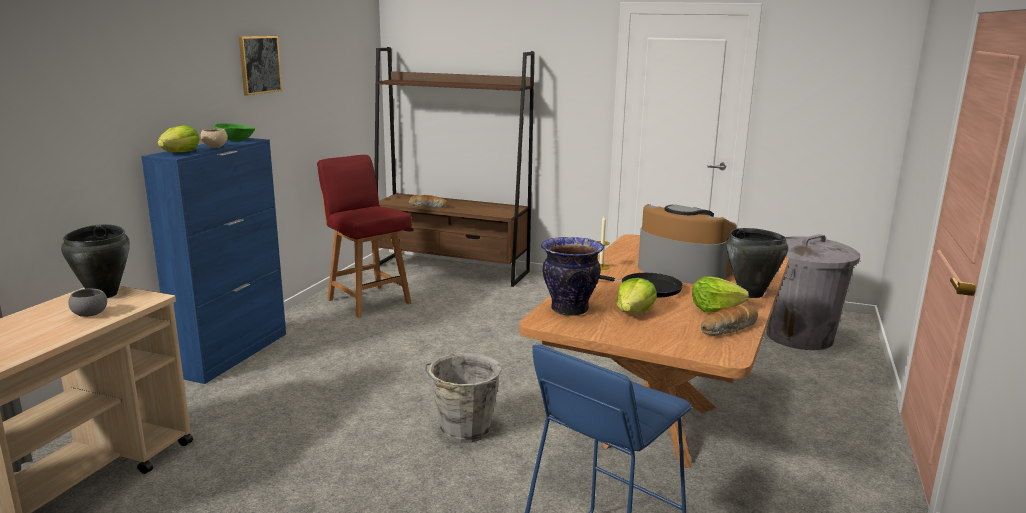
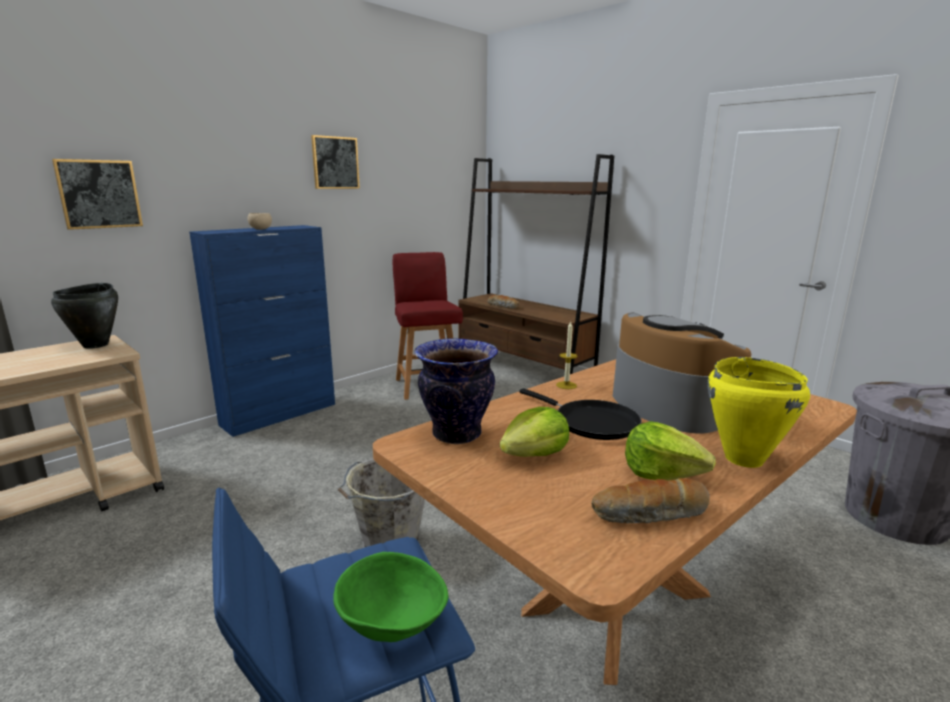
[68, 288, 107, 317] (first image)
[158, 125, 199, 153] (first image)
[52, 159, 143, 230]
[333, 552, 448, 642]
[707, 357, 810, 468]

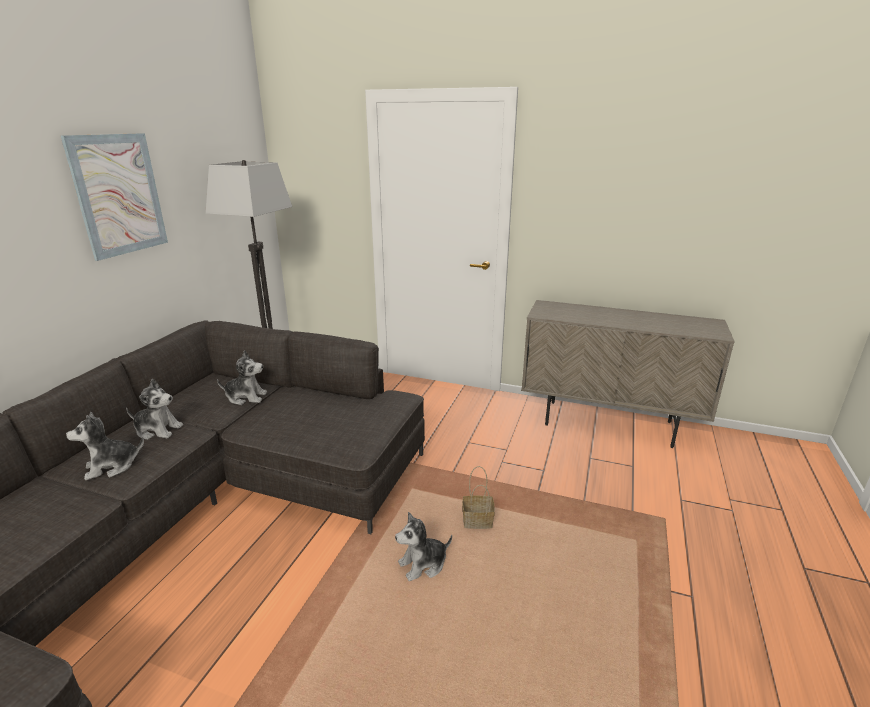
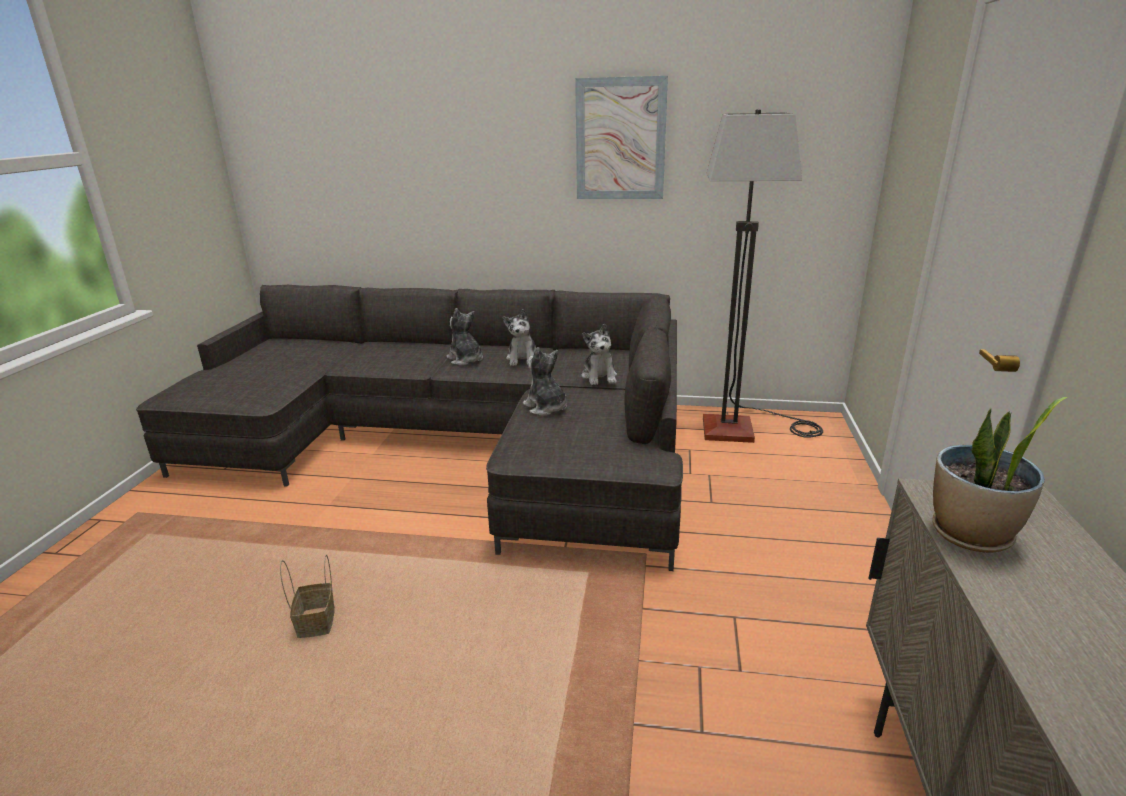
[932, 397, 1067, 553]
[523, 347, 567, 416]
[280, 555, 335, 638]

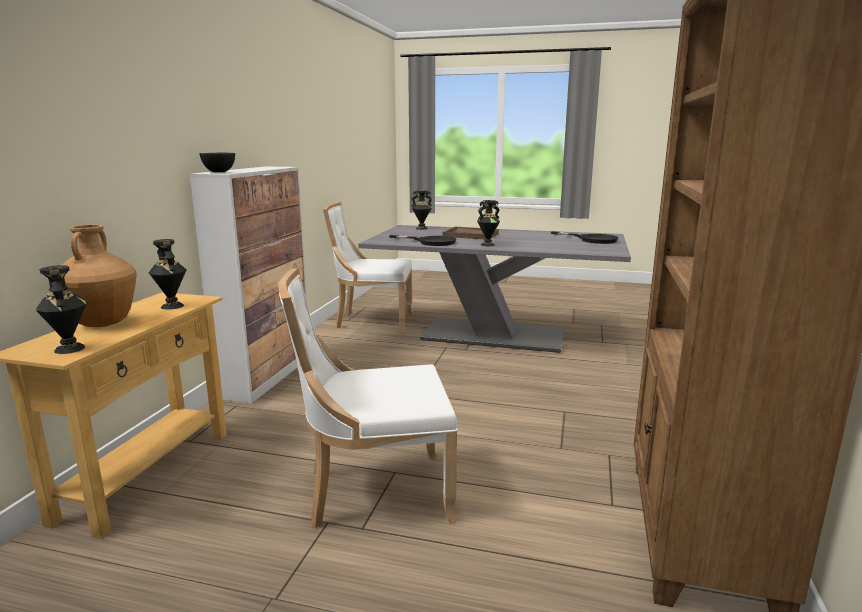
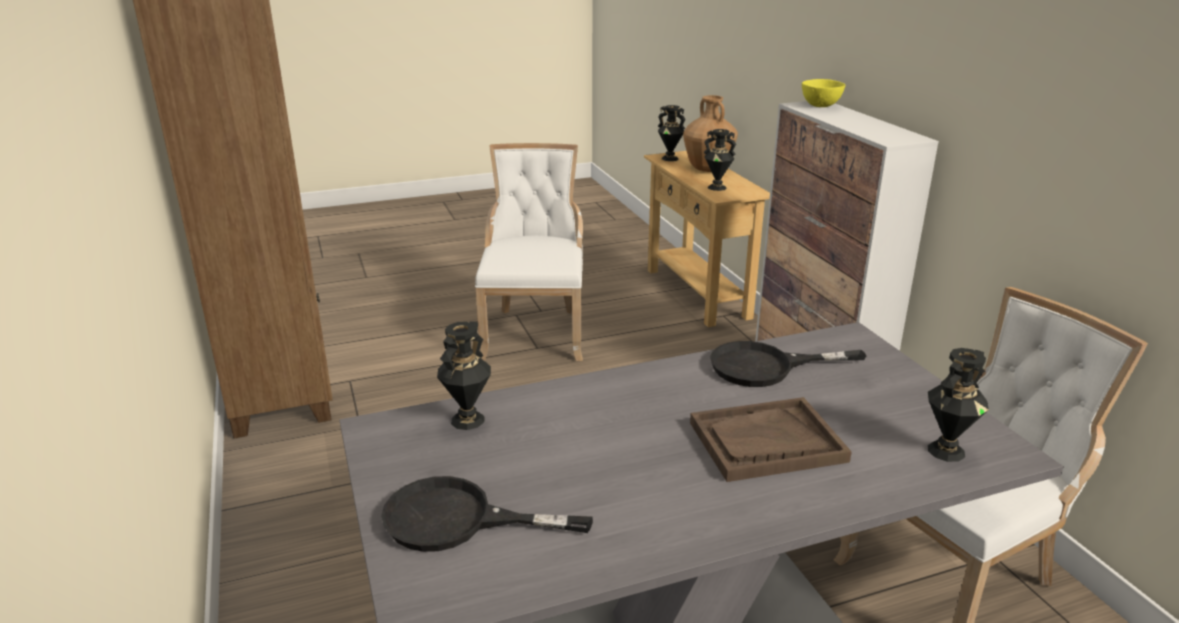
[437, 322, 491, 430]
[802, 79, 846, 107]
[475, 143, 583, 361]

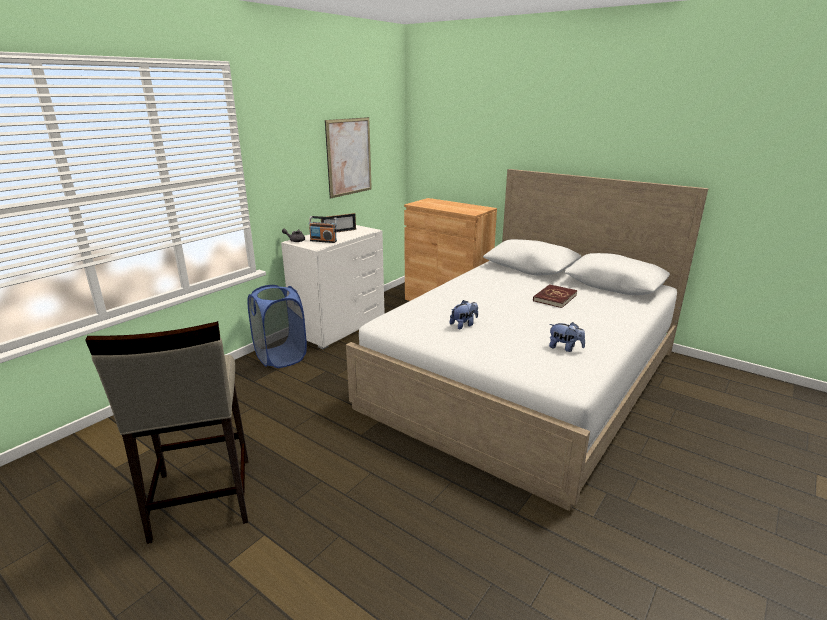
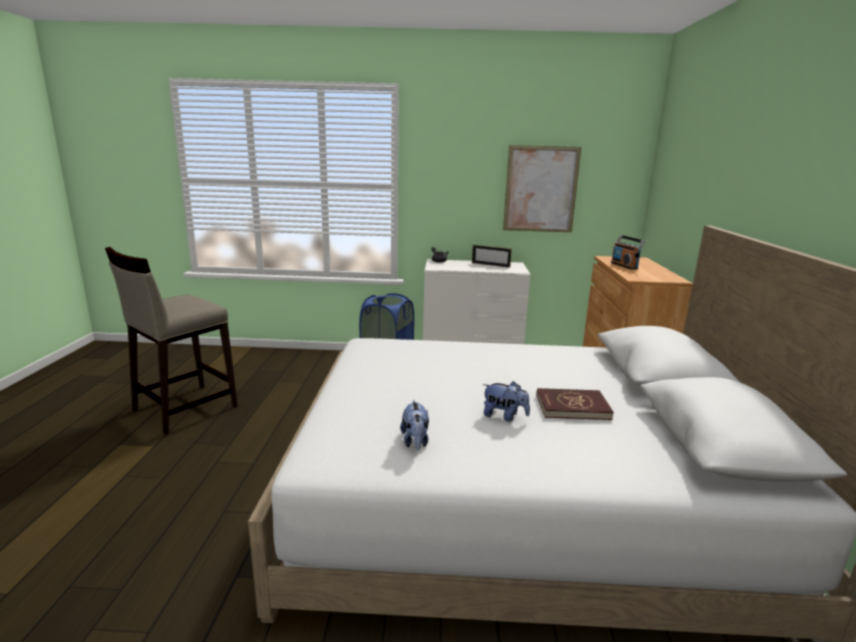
[611, 235, 645, 269]
[483, 381, 530, 422]

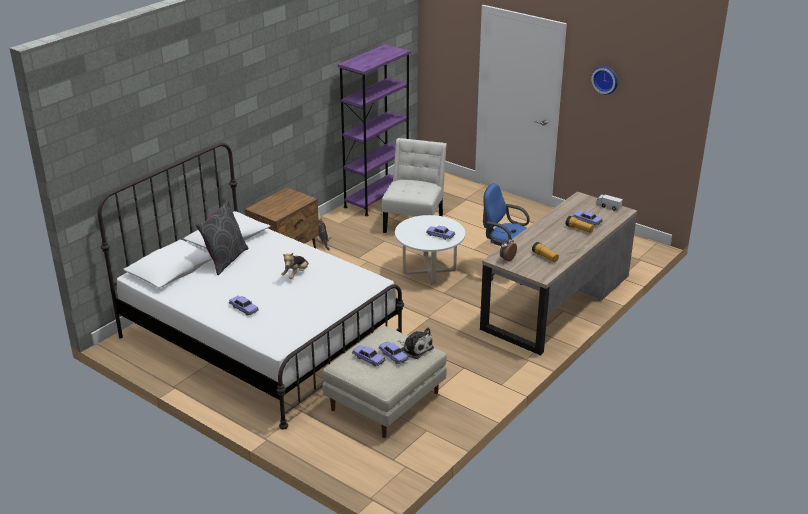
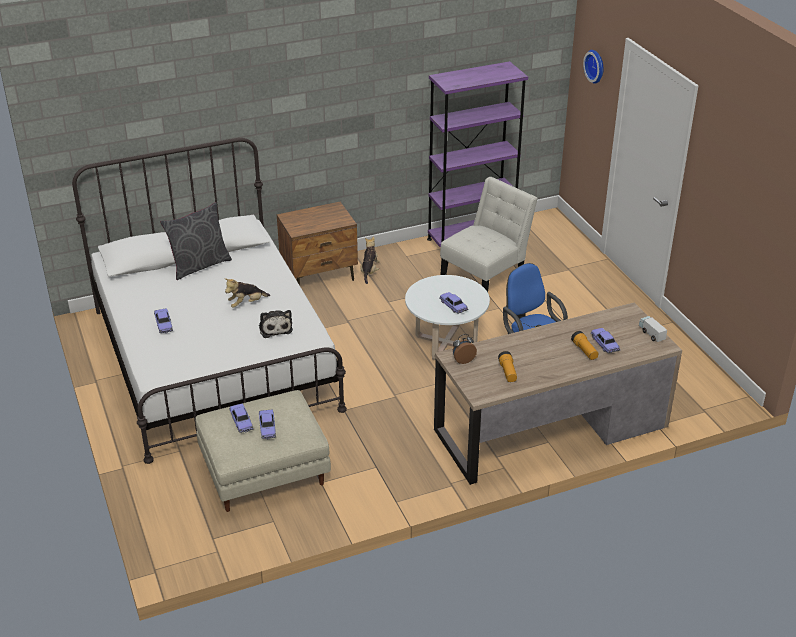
[259, 310, 293, 338]
[583, 50, 604, 84]

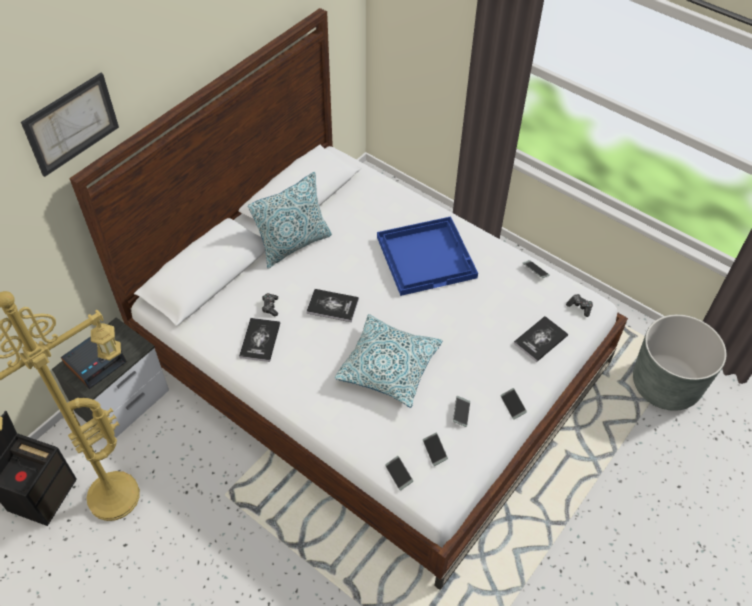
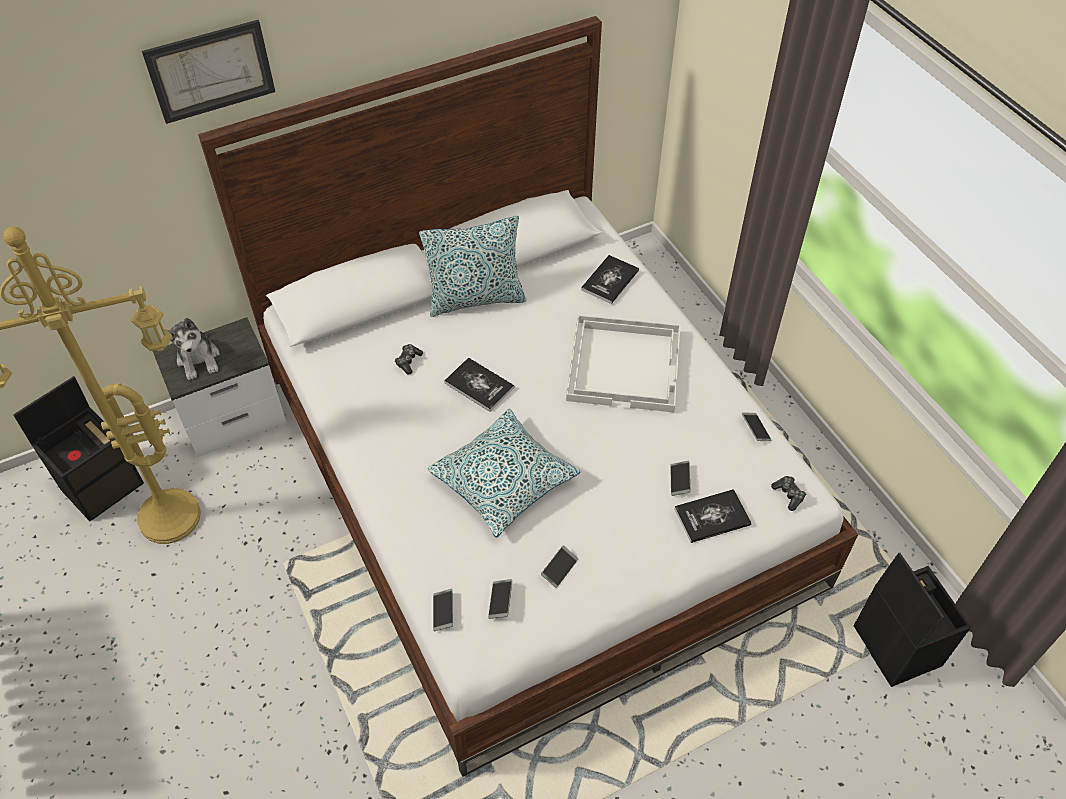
[581, 255, 639, 304]
[670, 461, 691, 496]
[167, 318, 220, 380]
[854, 553, 971, 687]
[566, 315, 680, 412]

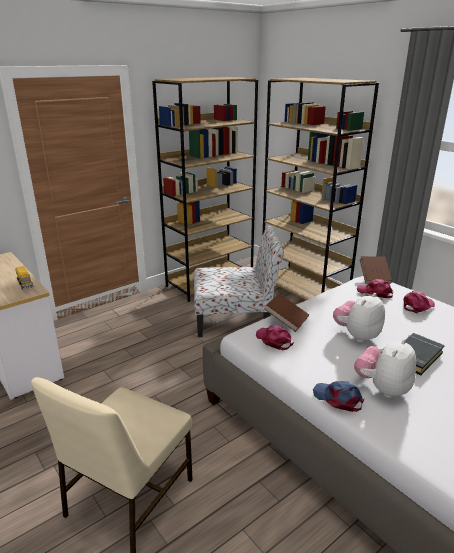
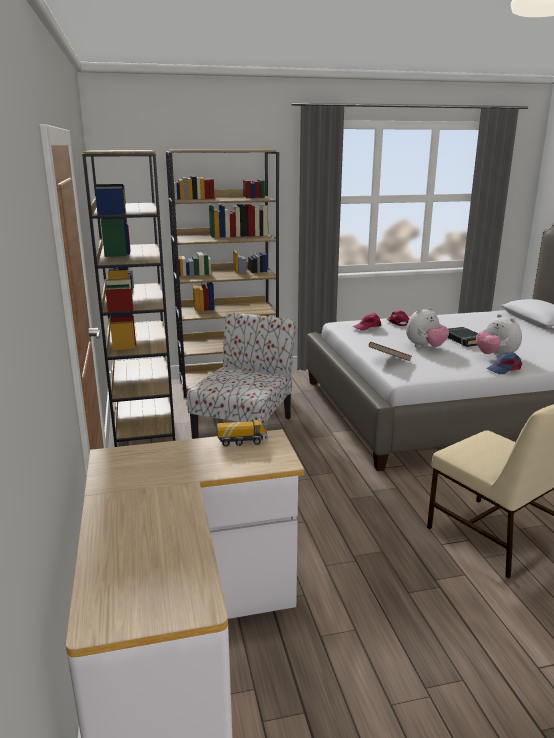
[256, 325, 294, 350] (first image)
[360, 256, 392, 284] (first image)
[406, 307, 449, 348]

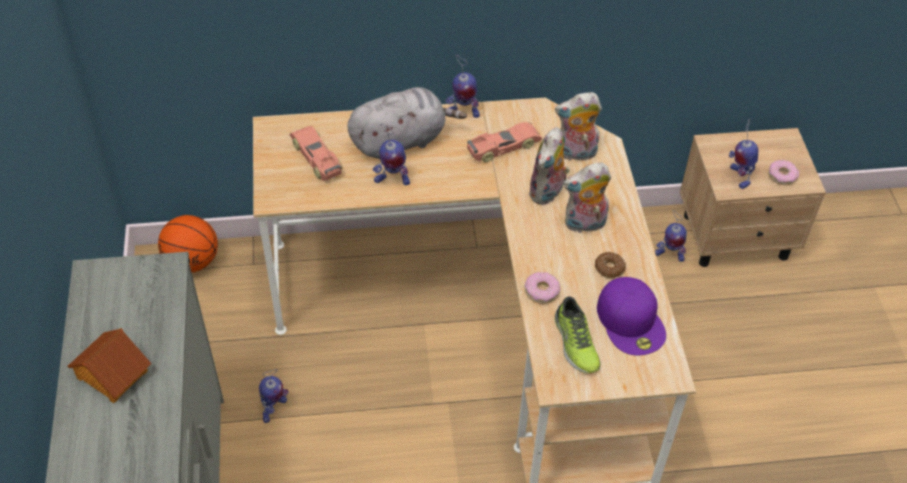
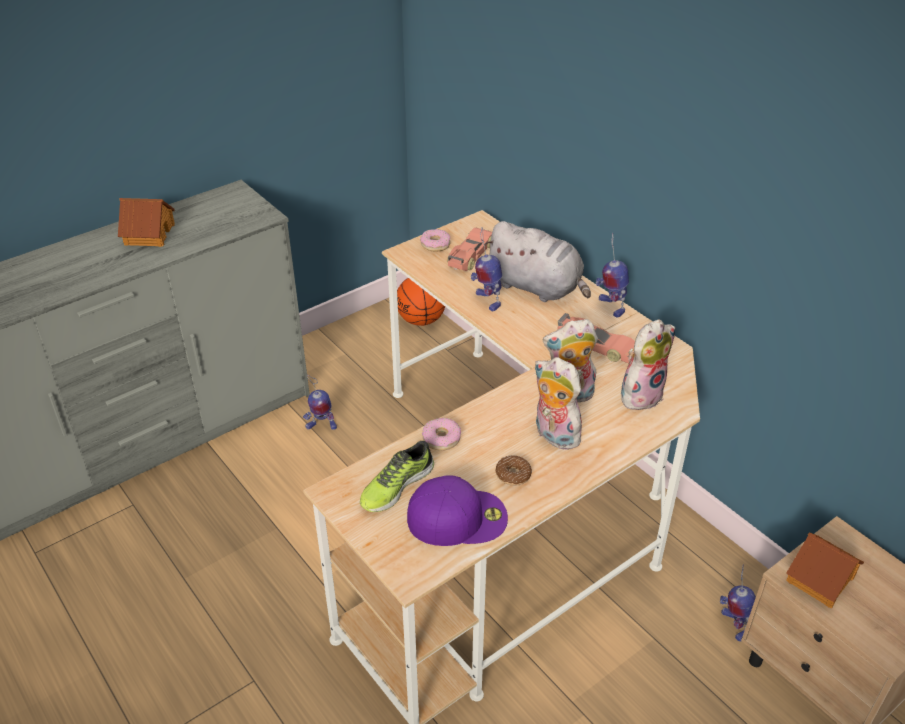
[420, 229, 451, 252]
[786, 532, 864, 608]
[621, 319, 675, 410]
[407, 475, 508, 546]

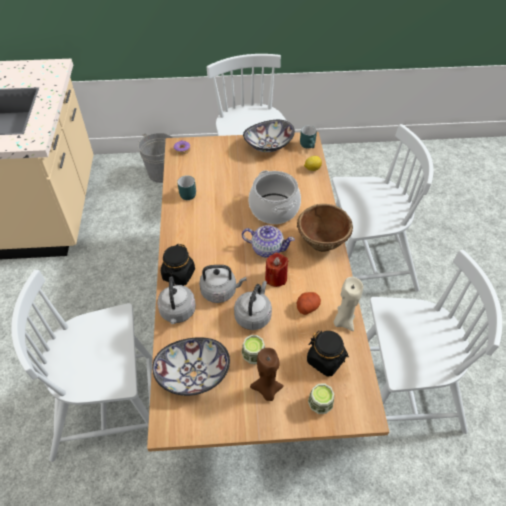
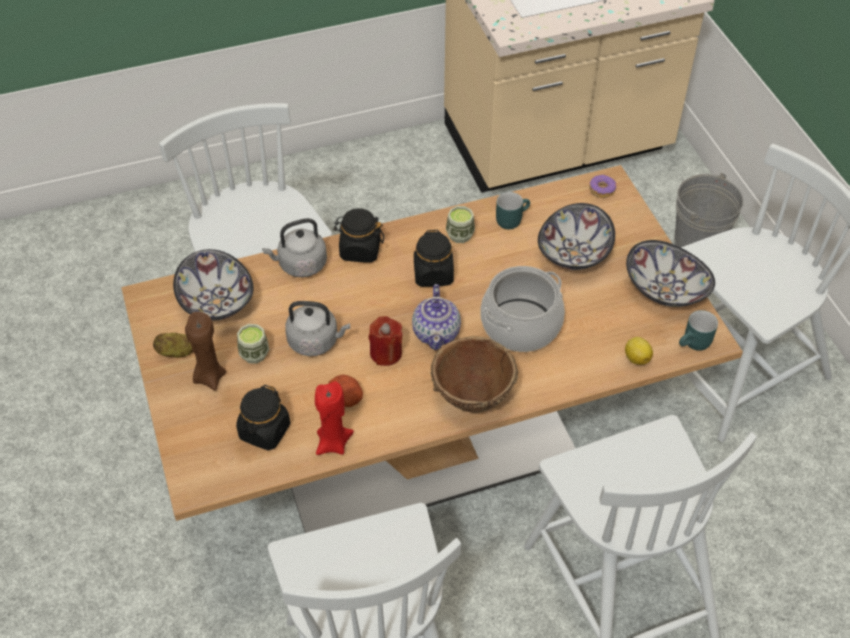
[199, 265, 246, 303] (first image)
[153, 333, 193, 358]
[414, 230, 454, 287]
[538, 203, 615, 270]
[446, 206, 475, 243]
[315, 381, 354, 455]

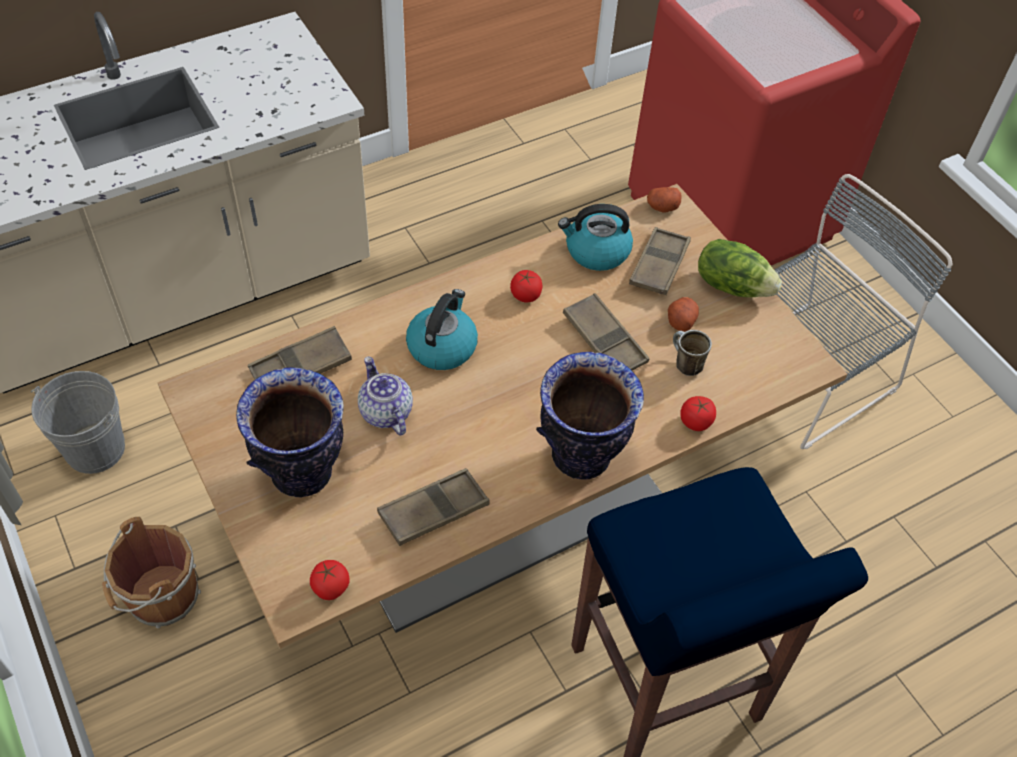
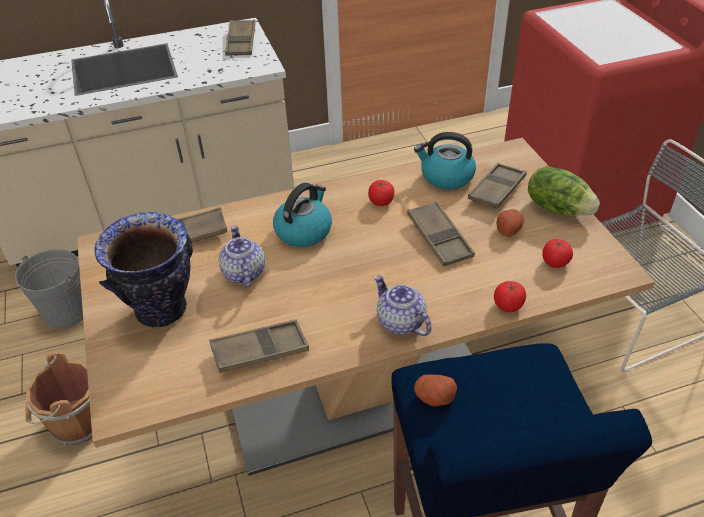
[673, 330, 712, 376] (first image)
[225, 19, 255, 56]
[542, 239, 573, 268]
[414, 375, 457, 406]
[374, 275, 432, 336]

